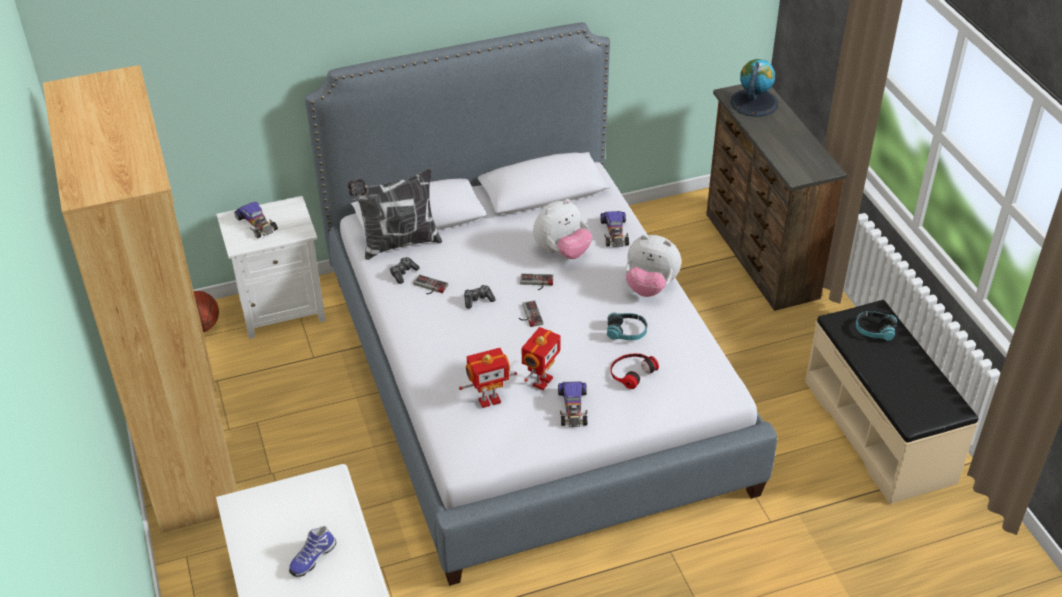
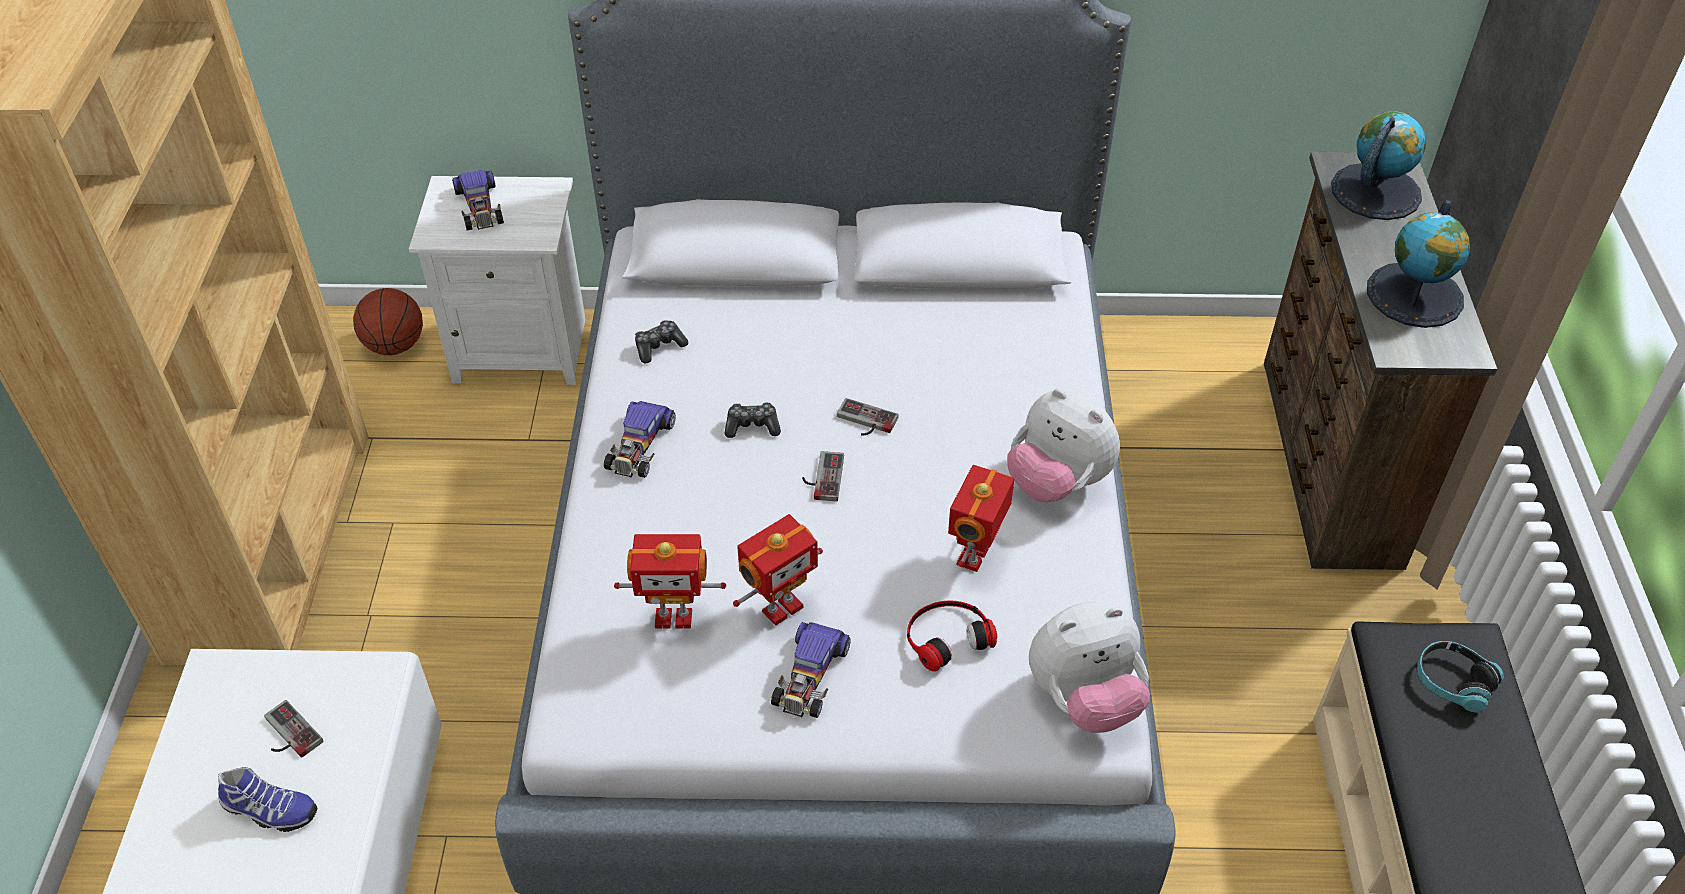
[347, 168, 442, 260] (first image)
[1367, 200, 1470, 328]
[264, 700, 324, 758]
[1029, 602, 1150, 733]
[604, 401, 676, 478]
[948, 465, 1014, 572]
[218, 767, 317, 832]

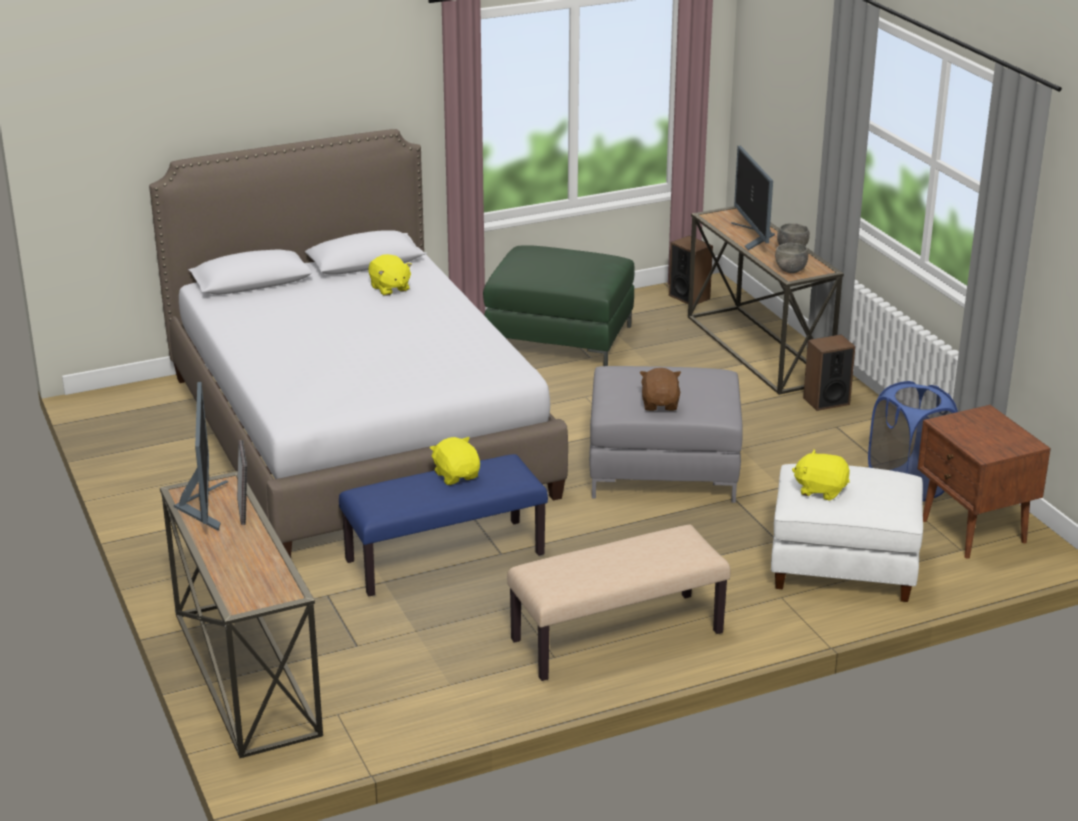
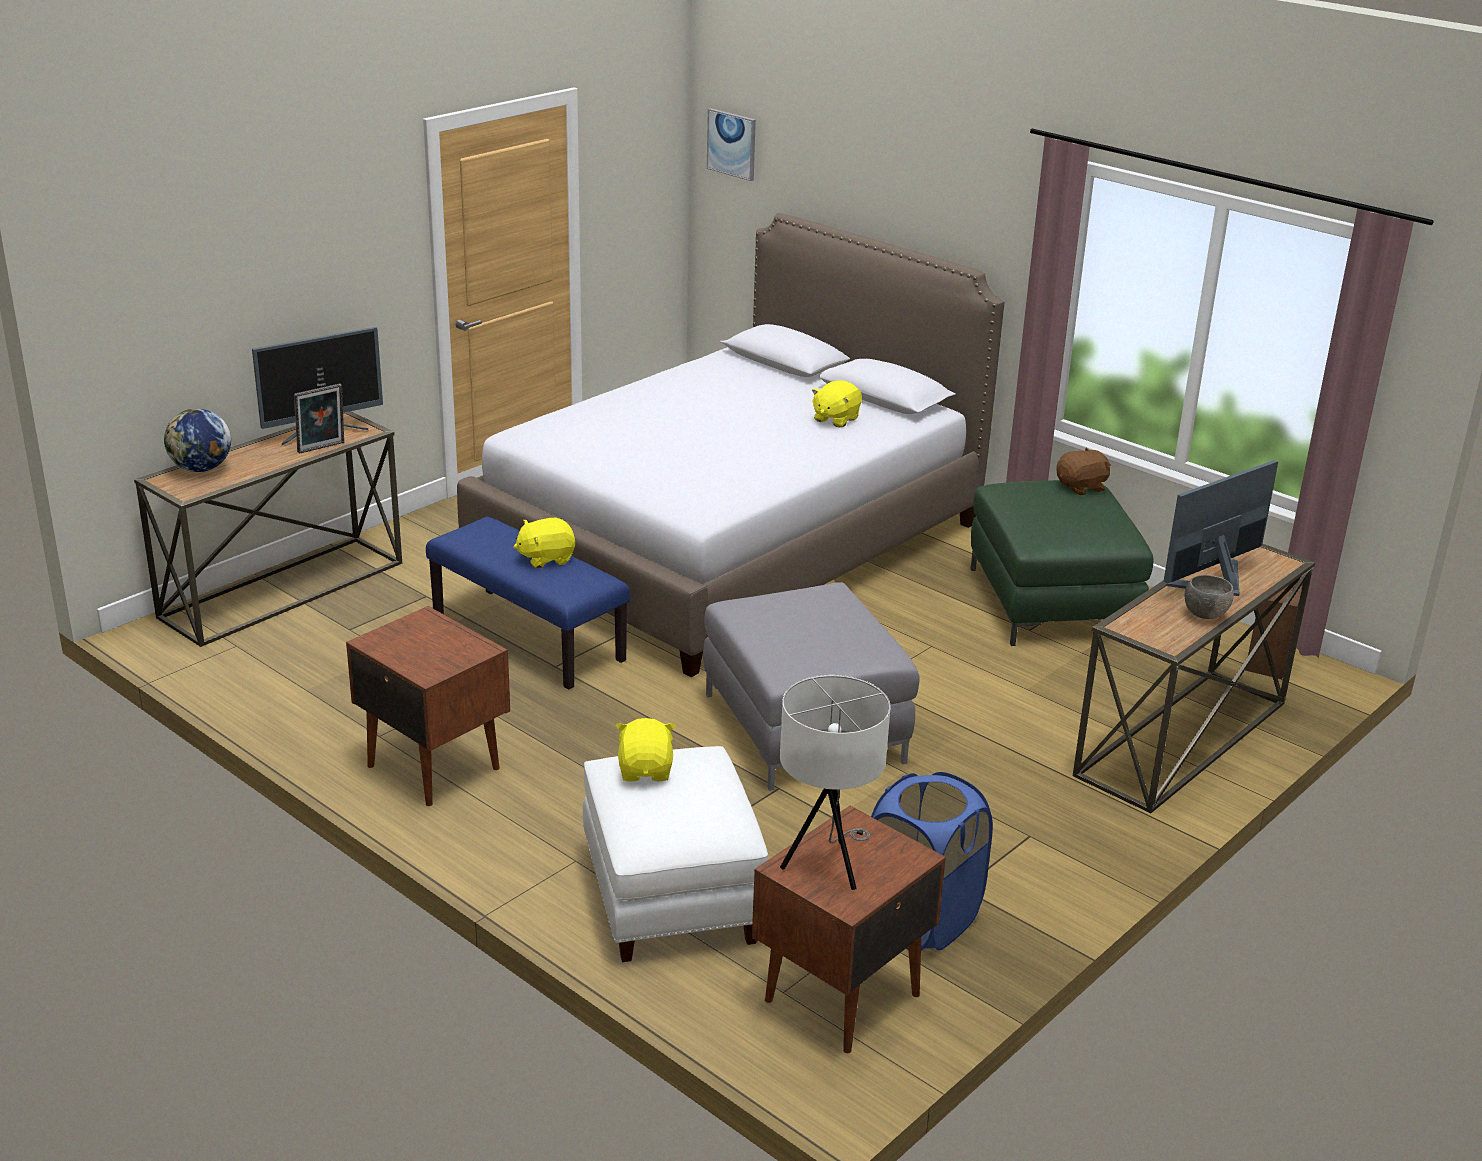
[775, 243, 808, 273] (first image)
[803, 334, 855, 411] (first image)
[164, 408, 231, 472]
[707, 108, 756, 181]
[780, 675, 891, 890]
[1056, 447, 1111, 495]
[346, 606, 510, 806]
[514, 517, 575, 568]

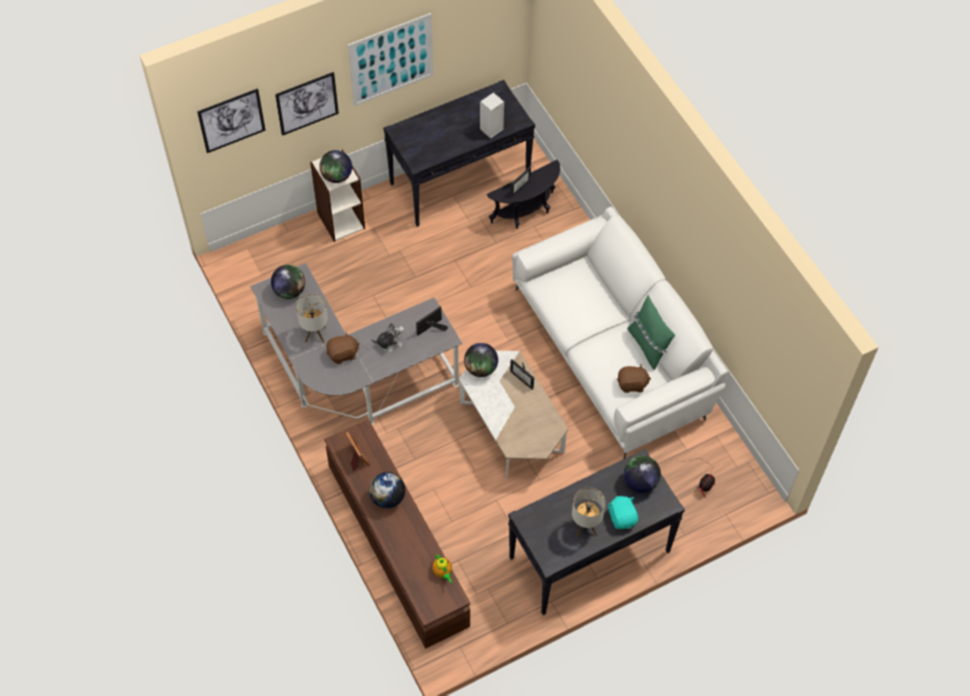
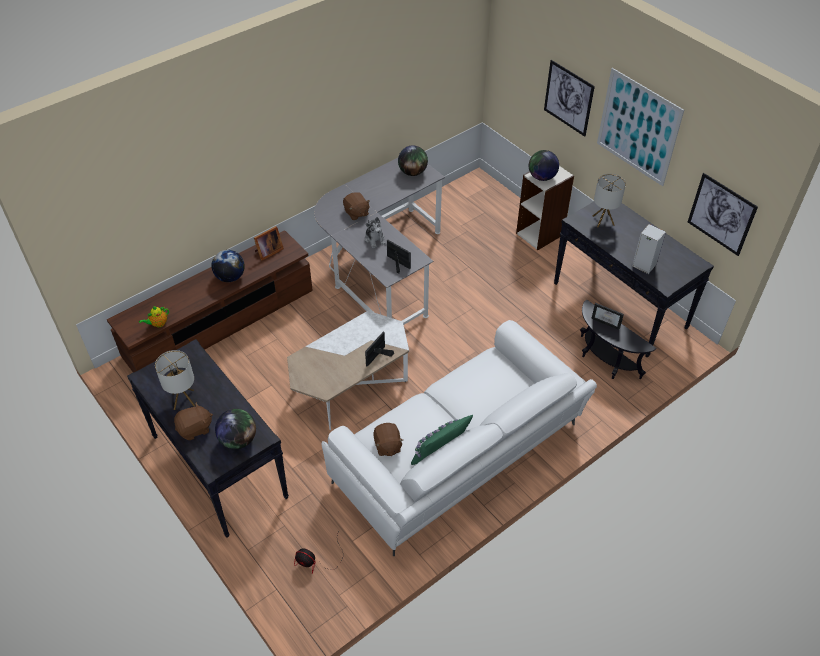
[464, 343, 498, 377] (first image)
[688, 173, 758, 256]
[593, 174, 626, 227]
[174, 402, 213, 440]

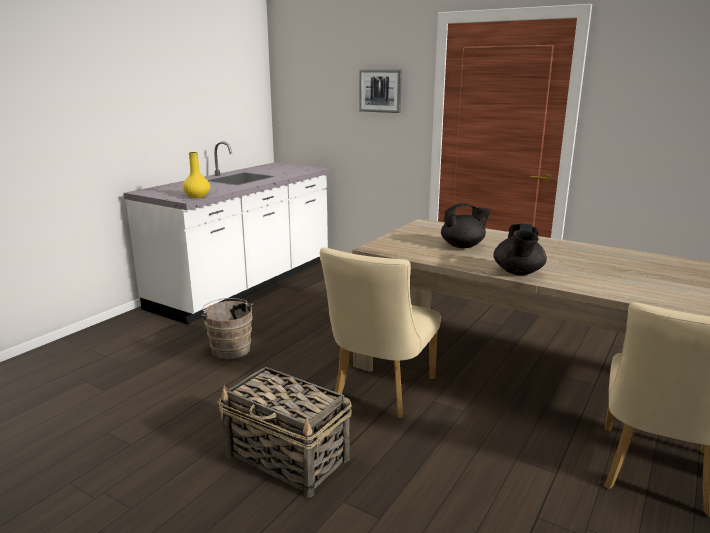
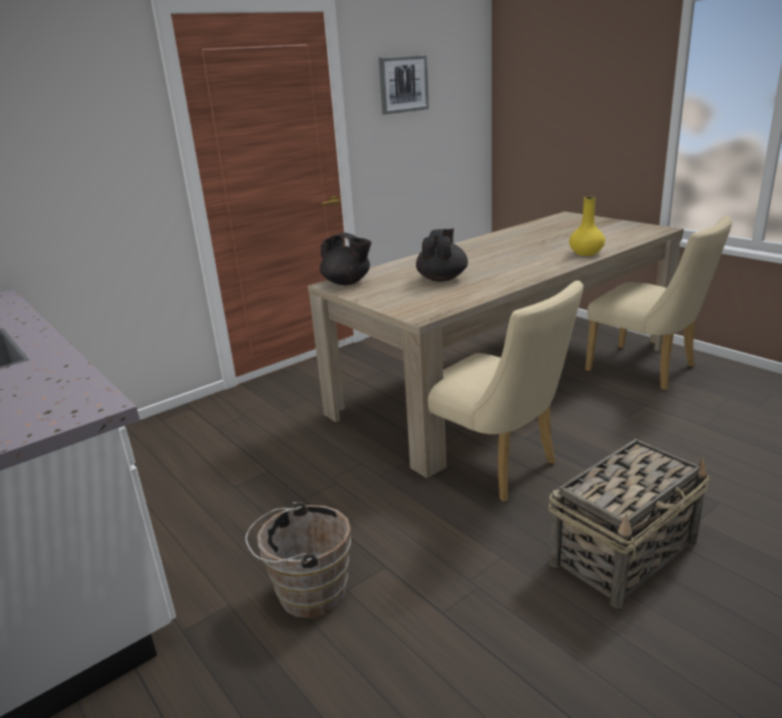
[569, 196, 605, 256]
[379, 55, 429, 114]
[320, 233, 372, 285]

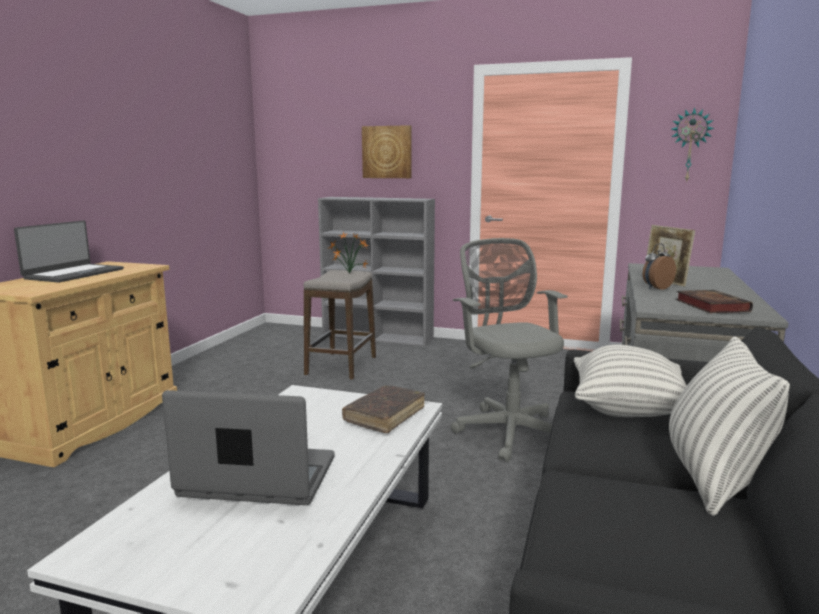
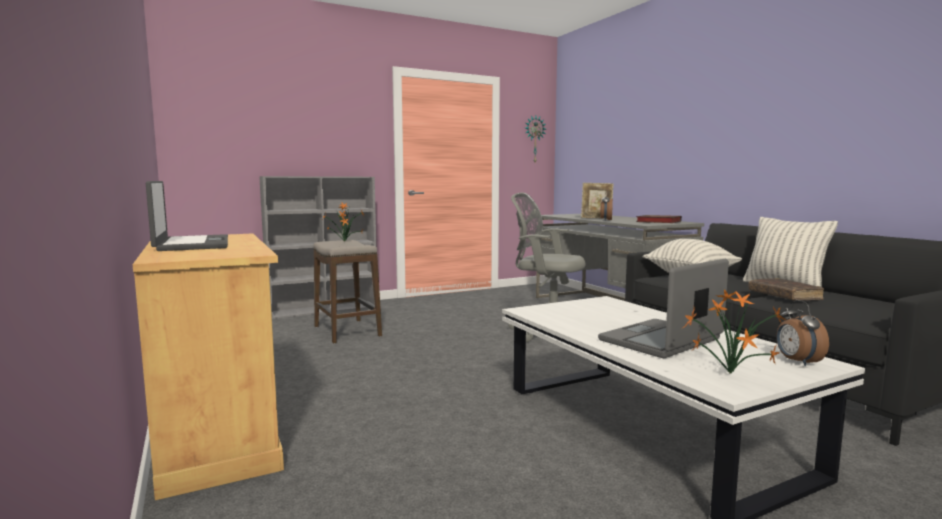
[362, 125, 412, 178] (first image)
[683, 289, 786, 374]
[776, 300, 829, 366]
[748, 278, 824, 301]

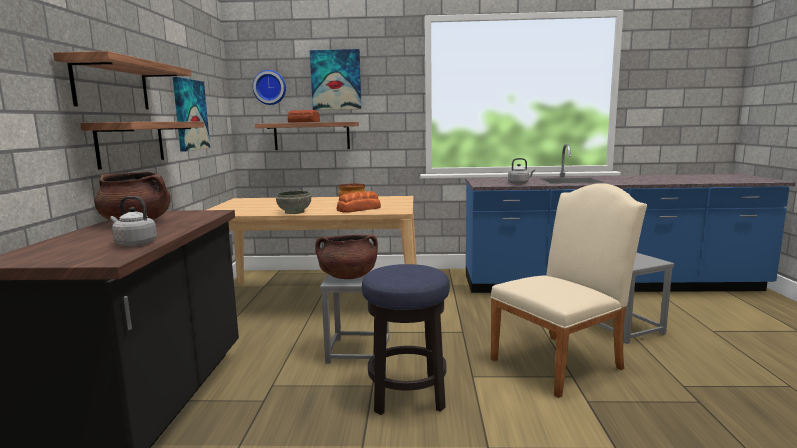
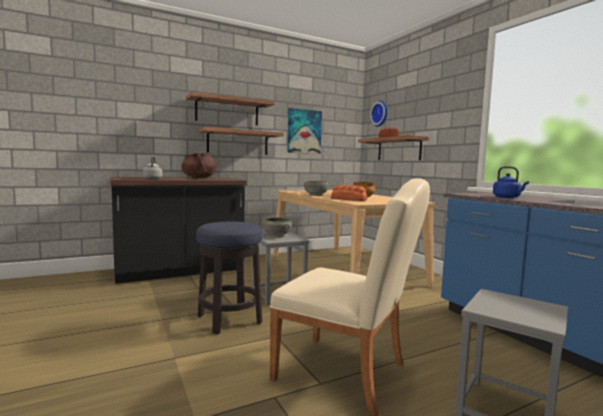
[310, 49, 362, 110] (first image)
[262, 217, 292, 238]
[493, 166, 529, 198]

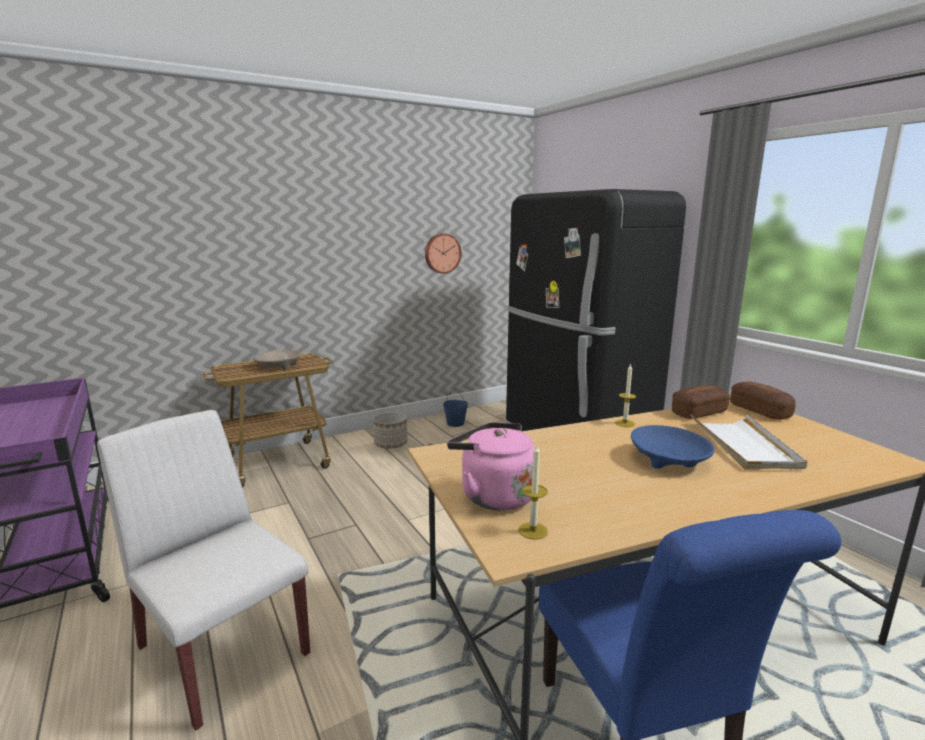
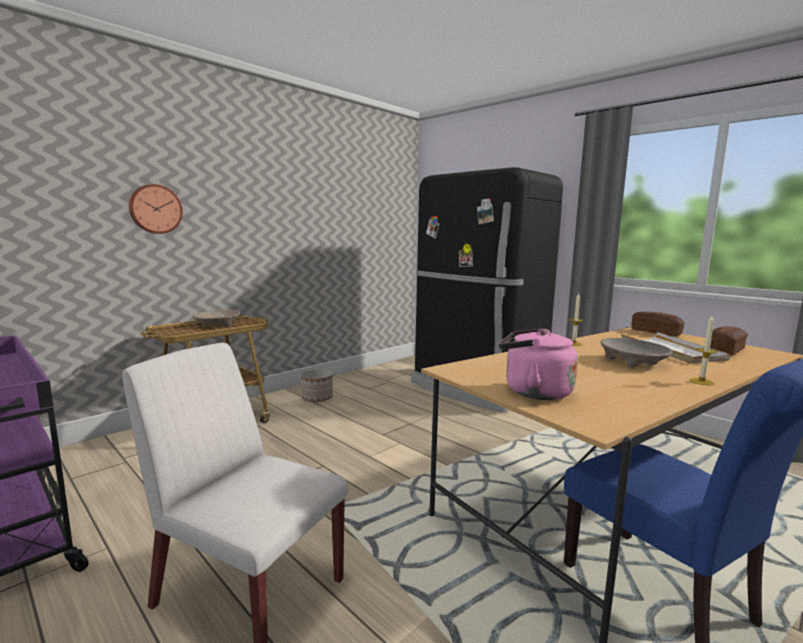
[443, 390, 468, 427] (first image)
[129, 184, 183, 234]
[690, 315, 717, 385]
[710, 326, 748, 356]
[601, 338, 672, 367]

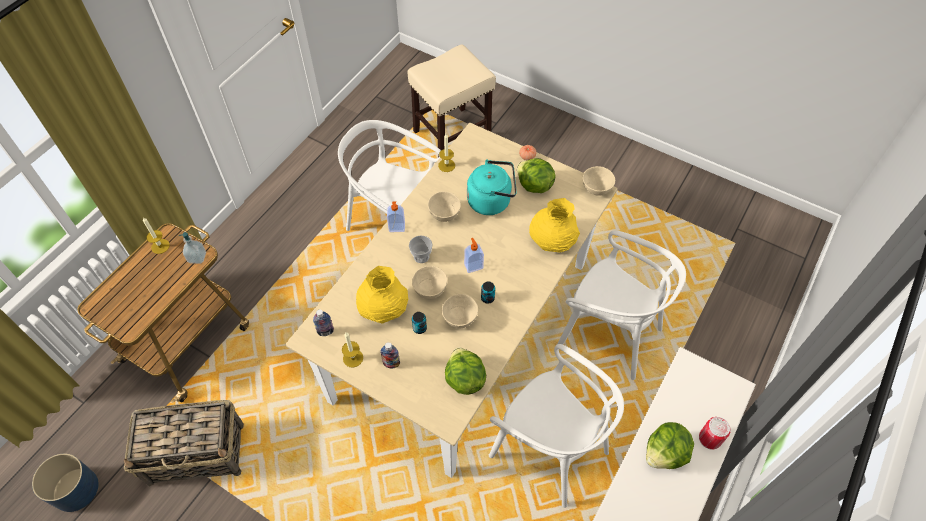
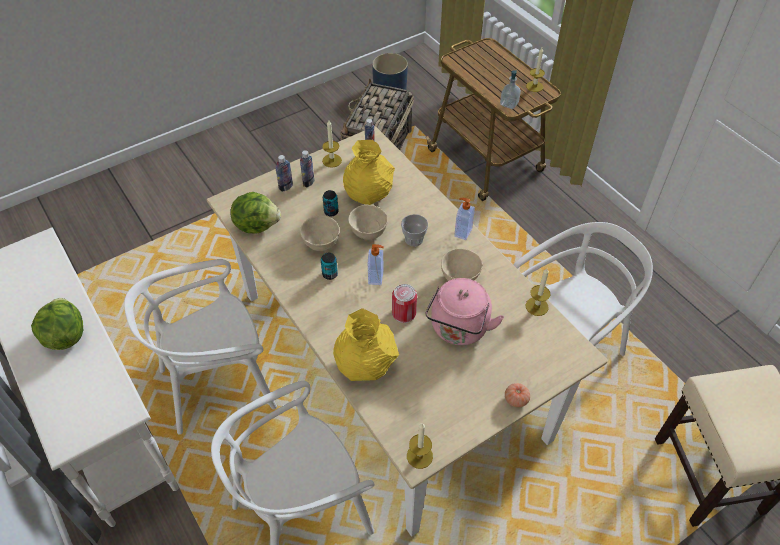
[517, 158, 556, 193] (first image)
[276, 155, 293, 192]
[392, 284, 417, 323]
[407, 423, 433, 469]
[425, 278, 504, 345]

